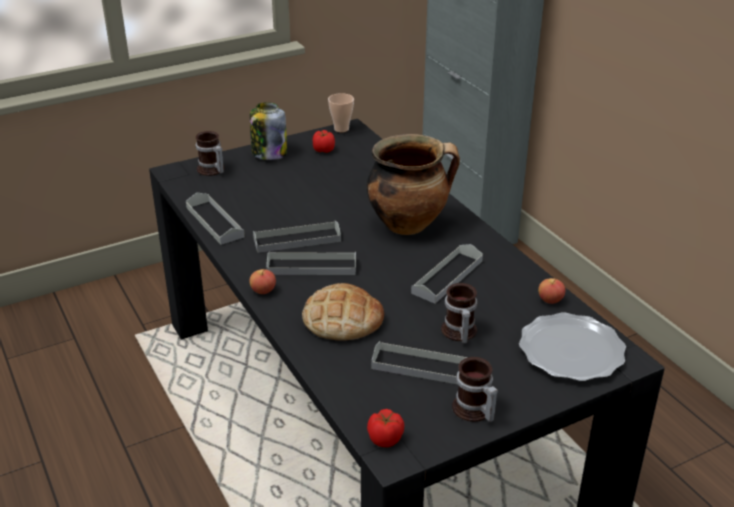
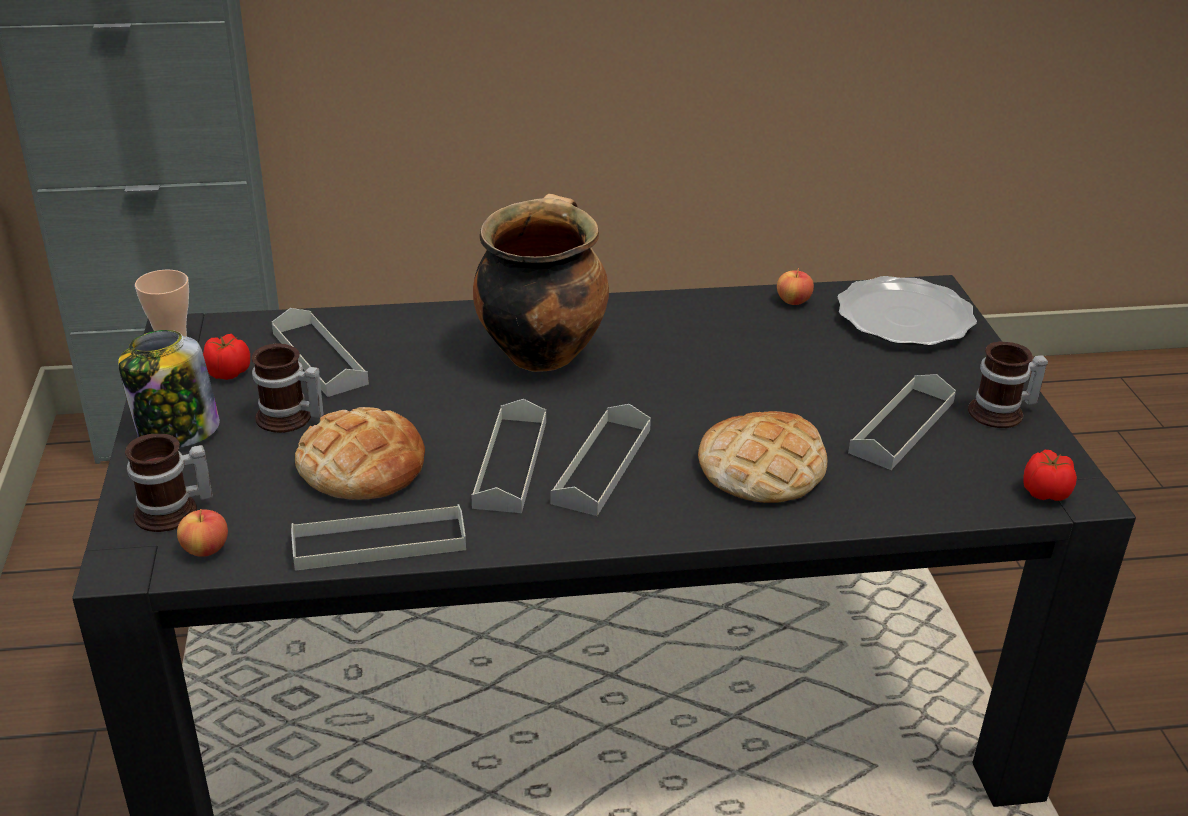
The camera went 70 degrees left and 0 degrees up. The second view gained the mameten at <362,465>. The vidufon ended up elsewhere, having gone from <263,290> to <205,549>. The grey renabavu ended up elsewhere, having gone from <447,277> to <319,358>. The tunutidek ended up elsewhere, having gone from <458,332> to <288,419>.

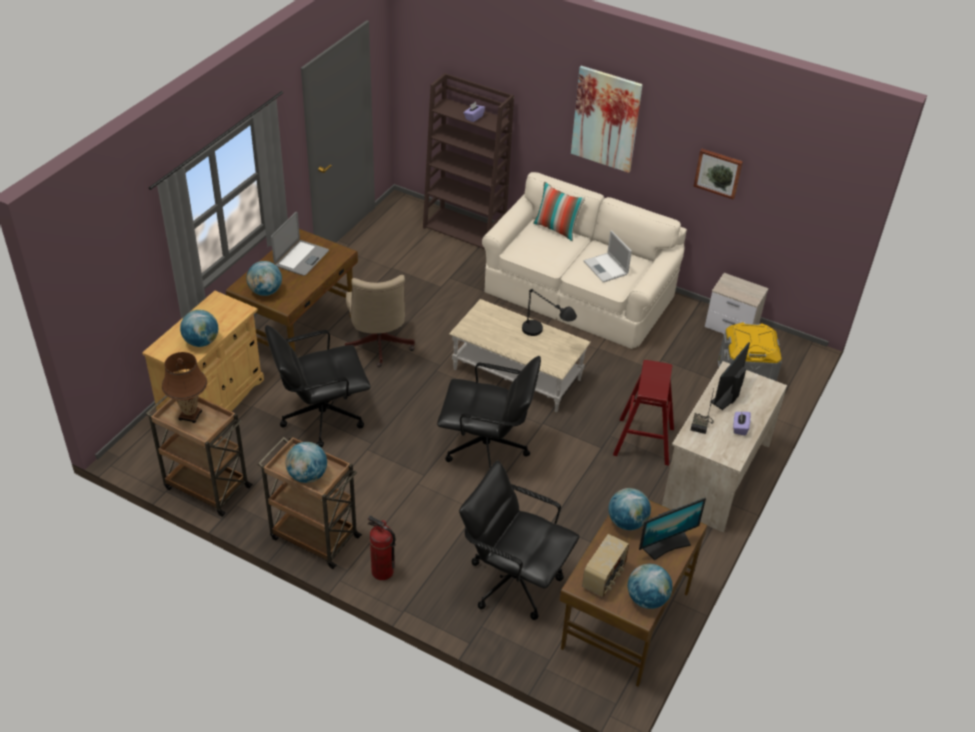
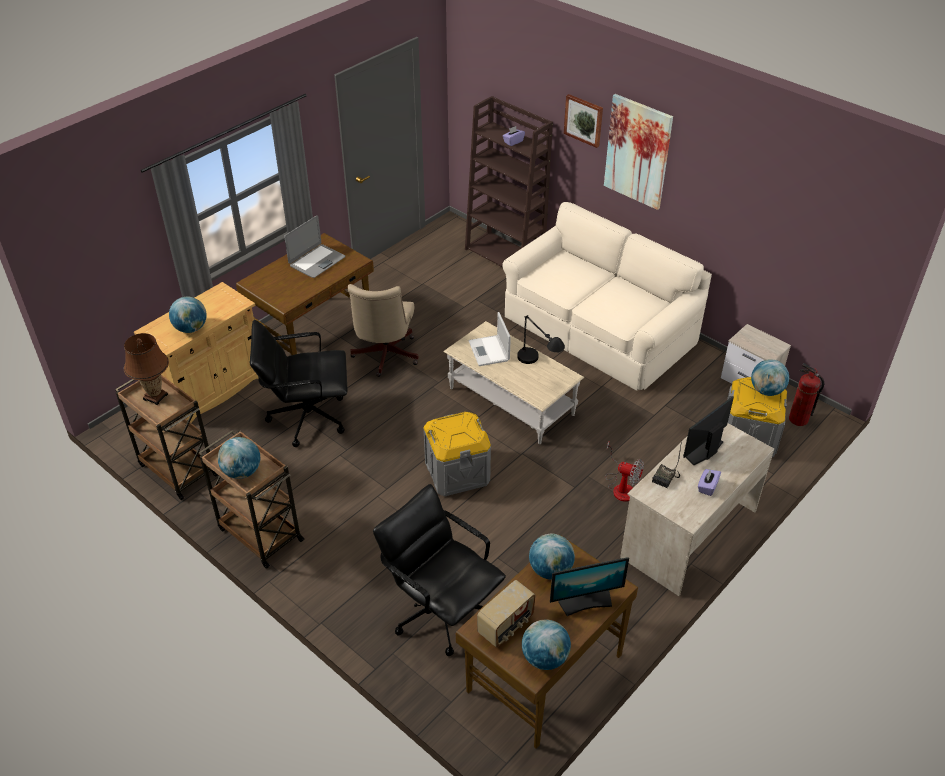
The camera went 15 degrees right and 0 degrees up. The second view lost the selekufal at <556,229>. The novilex ended up elsewhere, having gone from <265,291> to <766,391>. The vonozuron ended up elsewhere, having gone from <382,571> to <798,419>. The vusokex ended up elsewhere, having gone from <606,268> to <489,351>. The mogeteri ended up elsewhere, having gone from <718,173> to <584,120>. Where the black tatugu stood at <487,450>, the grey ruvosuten came to stand at <457,472>. Where the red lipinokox stood at <643,441>, the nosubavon came to stand at <621,486>.

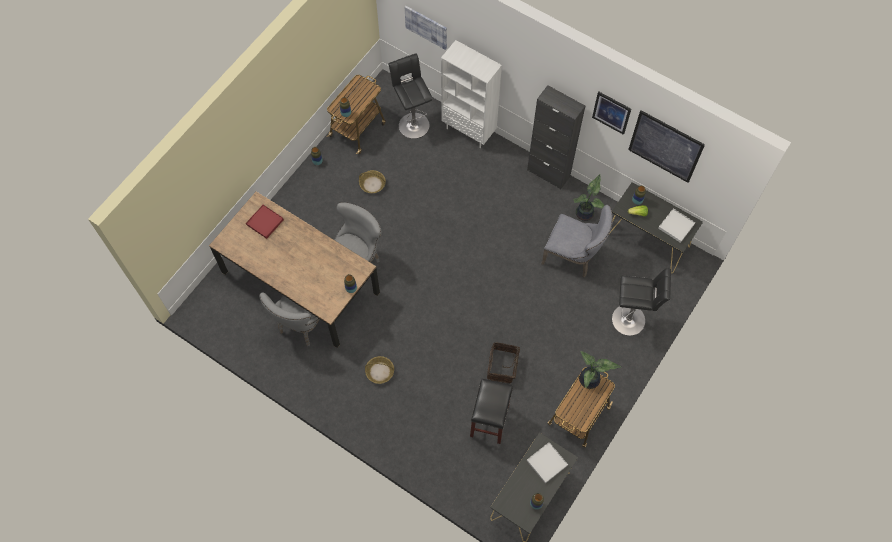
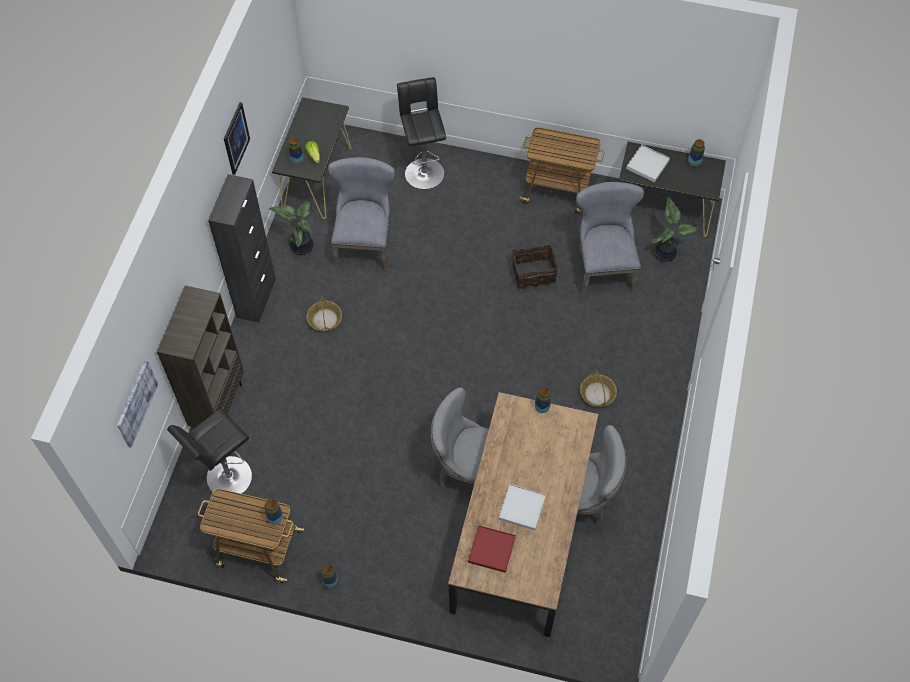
The camera went 110 degrees left and 5 degrees down. The second view lost the mogeteri at <665,146>. The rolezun ended up elsewhere, having gone from <372,184> to <324,319>. The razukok ended up elsewhere, having gone from <590,380> to <665,252>. The white renabavu ended up elsewhere, having gone from <676,226> to <522,508>. Where the black lipinokox stood at <489,421>, the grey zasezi came to stand at <602,267>. What was the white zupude at <469,131> turned into the brown zupude at <218,405>.

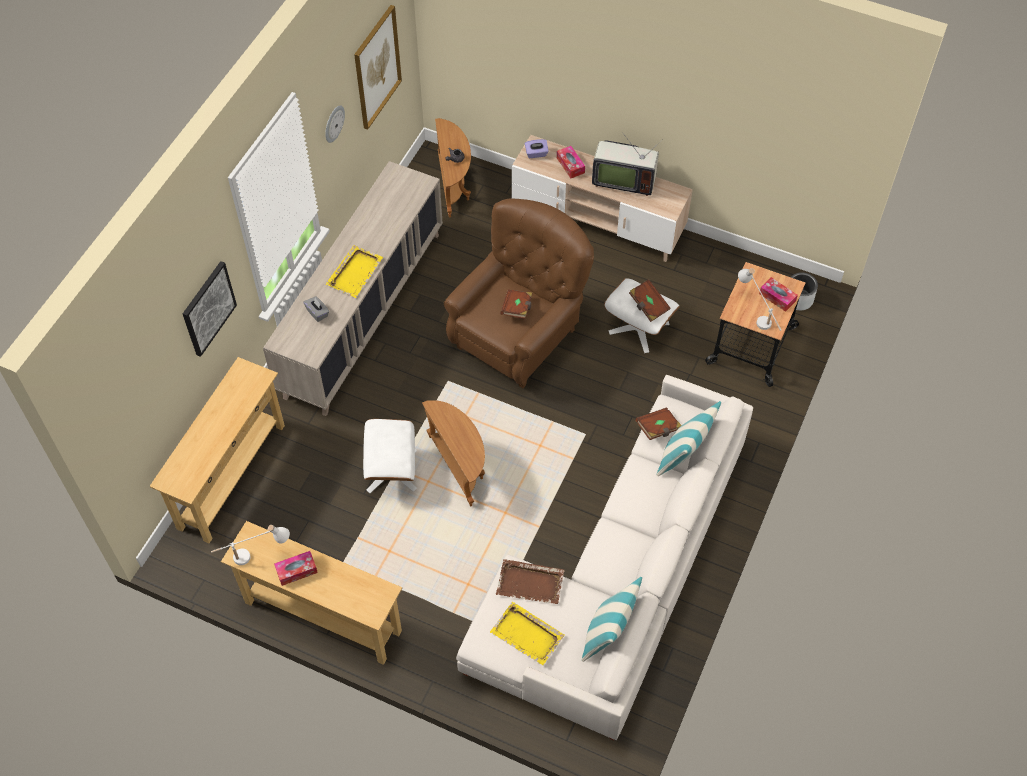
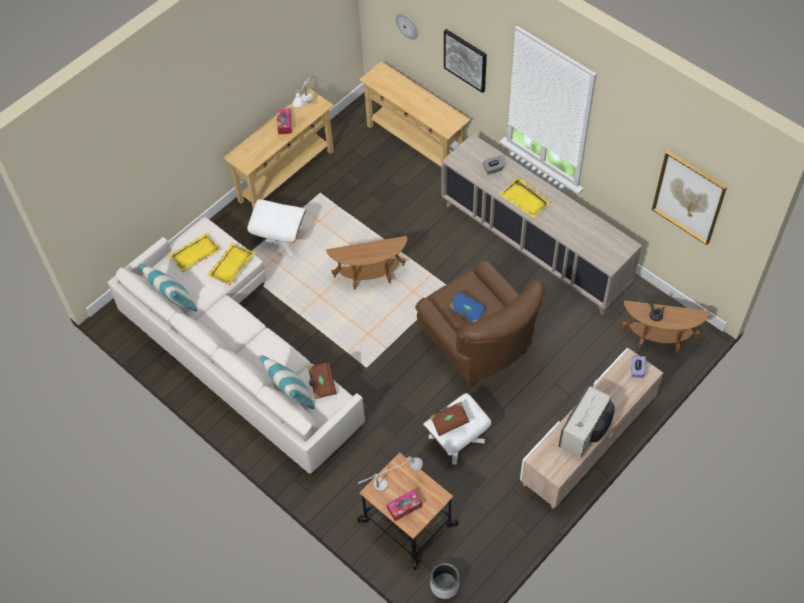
The camera went 110 degrees right and 0 degrees up. The second view lost the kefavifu at <570,165>. The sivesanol ended up elsewhere, having gone from <333,123> to <407,26>. The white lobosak ended up elsewhere, having gone from <391,470> to <280,237>. What was the brown renabavu at <530,583> turned into the yellow renabavu at <231,265>. What was the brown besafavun at <517,309> turned into the blue besafavun at <467,312>.

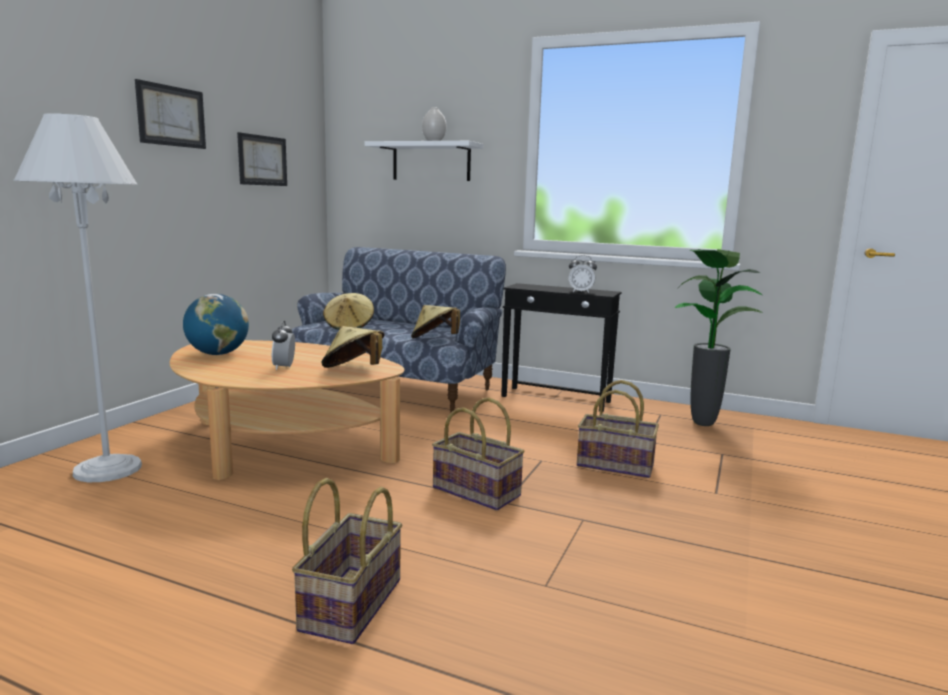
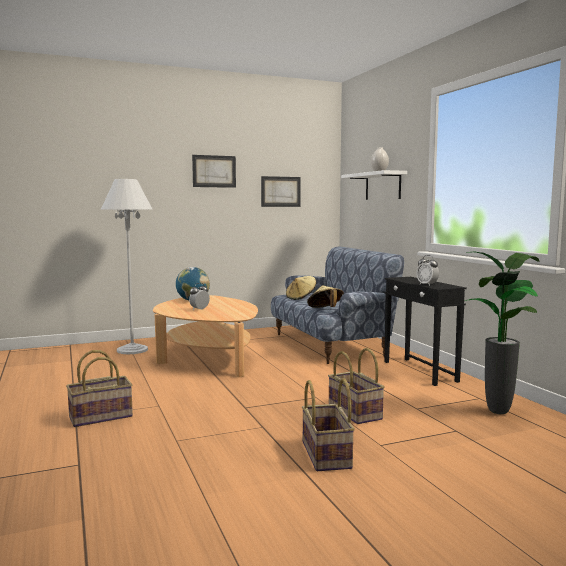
The camera went 45 degrees right and 5 degrees down. The second view lost the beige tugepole at <353,370>. The rolezun ended up elsewhere, having gone from <477,491> to <327,455>.

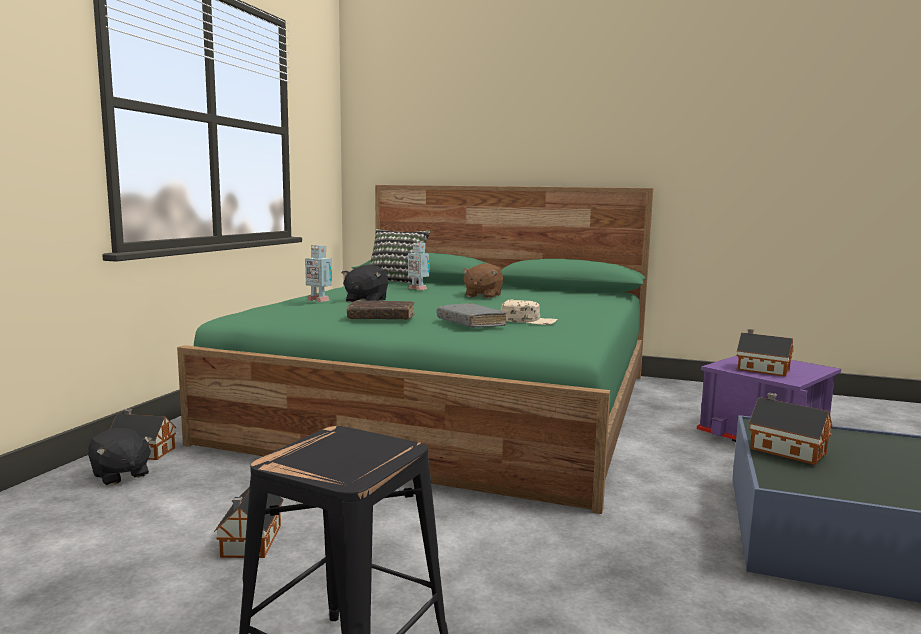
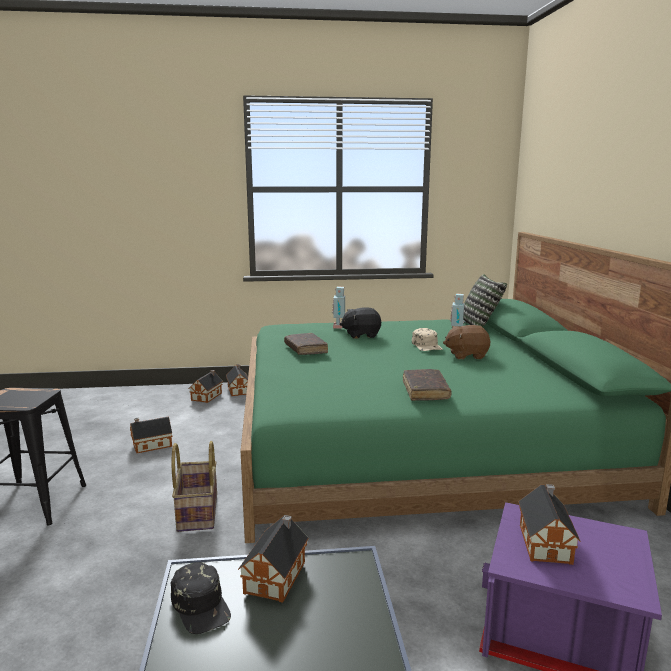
The camera went 65 degrees right and 5 degrees up. The second view lost the grey besafavun at <470,323>. The second view gained the rolezun at <196,512>. The second view gained the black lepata at <201,605>. The second view gained the brown besafavun at <425,391>. The beige lepata ended up elsewhere, having gone from <528,321> to <427,345>. Where the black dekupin stood at <120,475>, the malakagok came to stand at <207,396>.

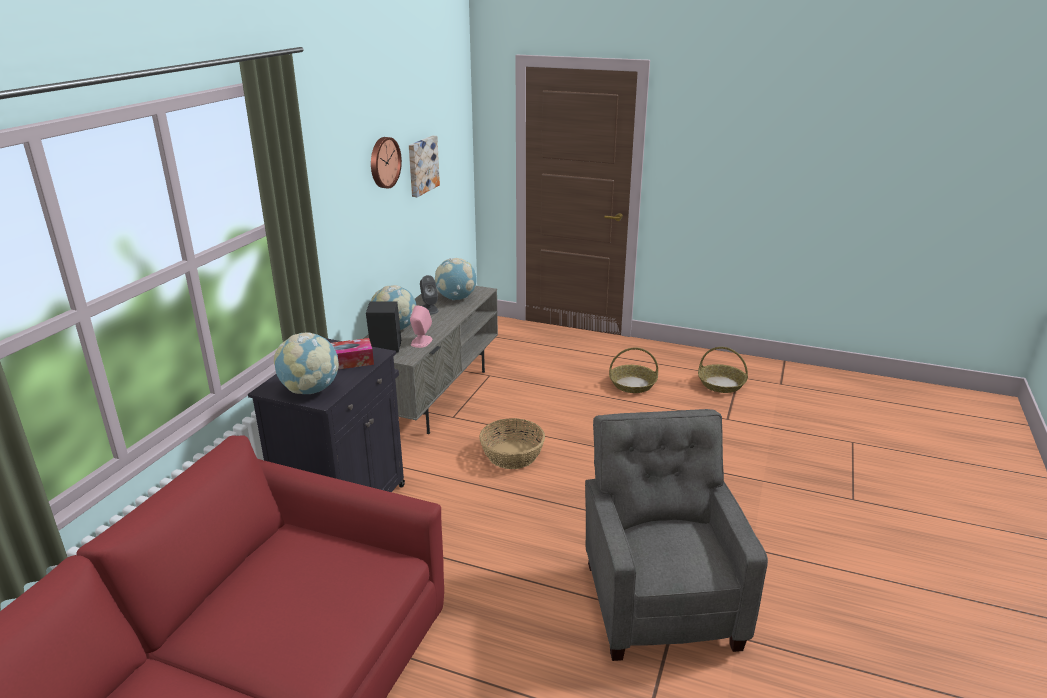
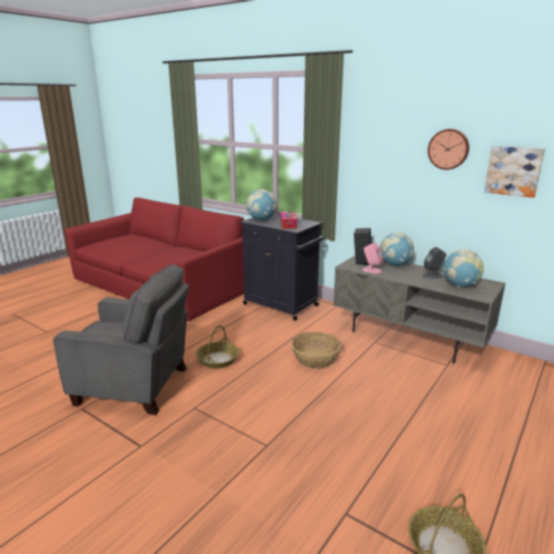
The camera went 105 degrees right and 5 degrees down. The rolezun ended up elsewhere, having gone from <632,384> to <218,360>.

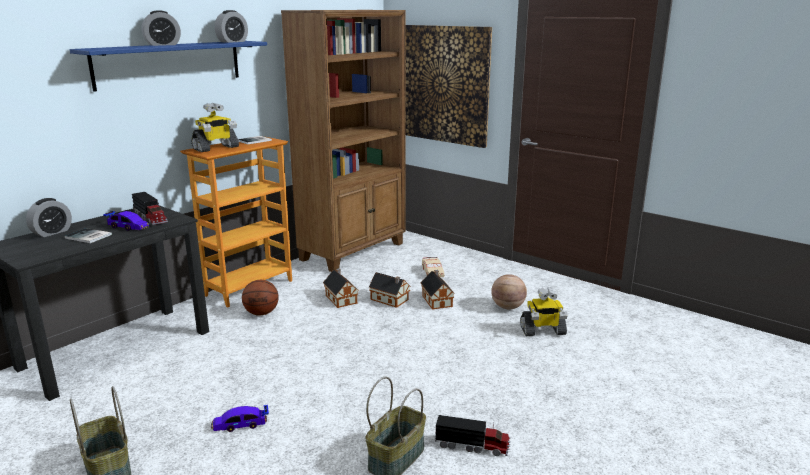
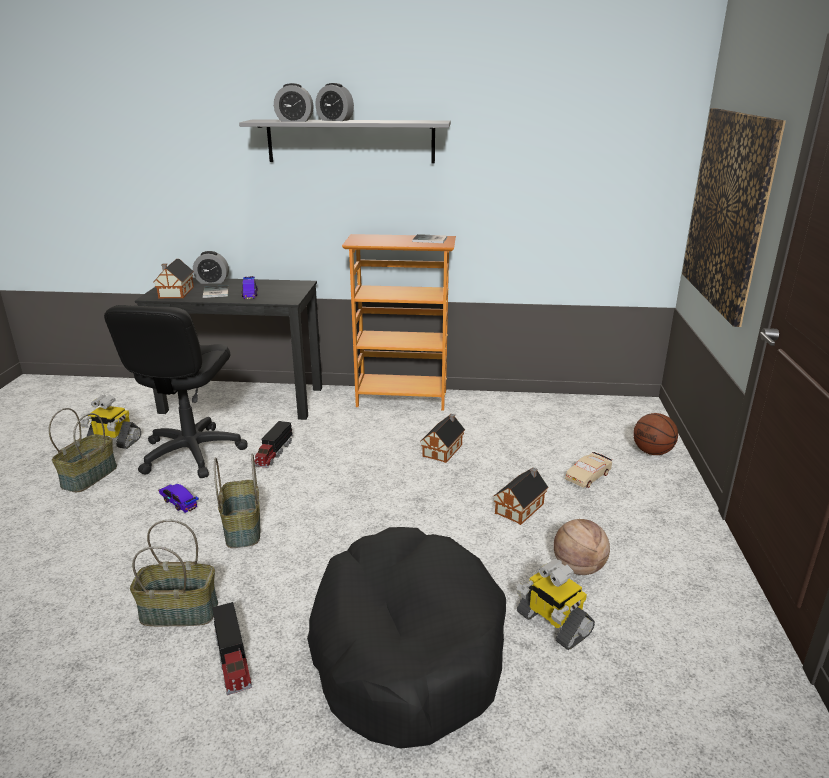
The camera went 55 degrees right and 5 degrees up. The second view lost the brown zupude at <354,251>. The second view gained the black tatugu at <191,453>. The second view gained the rolezun at <242,528>. The second view gained the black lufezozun at <406,649>. The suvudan ended up elsewhere, having gone from <150,218> to <273,453>. The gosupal ended up elsewhere, having gone from <216,148> to <113,441>. The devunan ended up elsewhere, having gone from <232,42> to <294,121>. The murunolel ended up elsewhere, having gone from <262,313> to <652,452>. The malakagok ended up elsewhere, having gone from <390,300> to <175,293>. What was the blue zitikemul at <169,64> turned into the grey zitikemul at <350,141>.

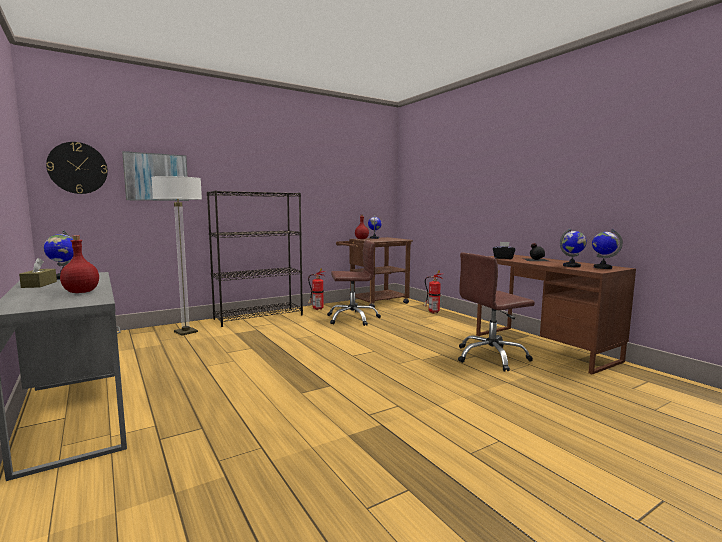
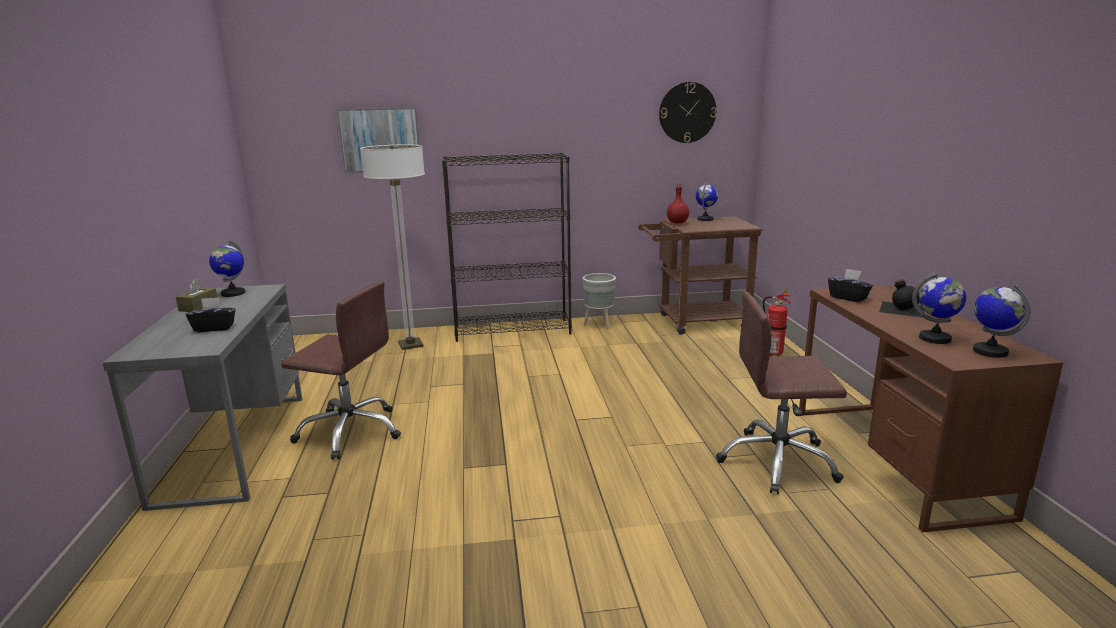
The camera went 25 degrees right and 10 degrees up. The sivesanol ended up elsewhere, having gone from <78,168> to <687,112>. The brown tatugu ended up elsewhere, having gone from <352,318> to <350,431>. Where the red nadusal stood at <81,292>, the black kefavifu came to stand at <214,328>. Where the vonozuron stood at <316,309>, the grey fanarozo came to stand at <599,325>.

